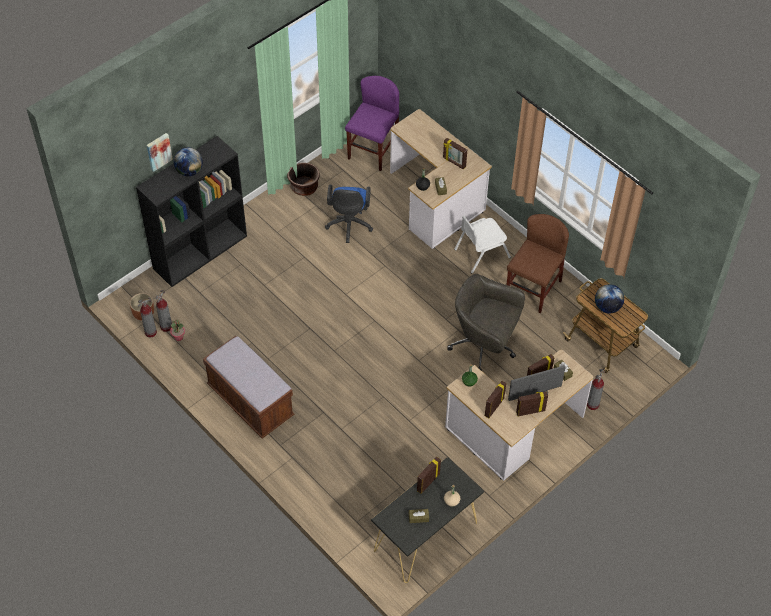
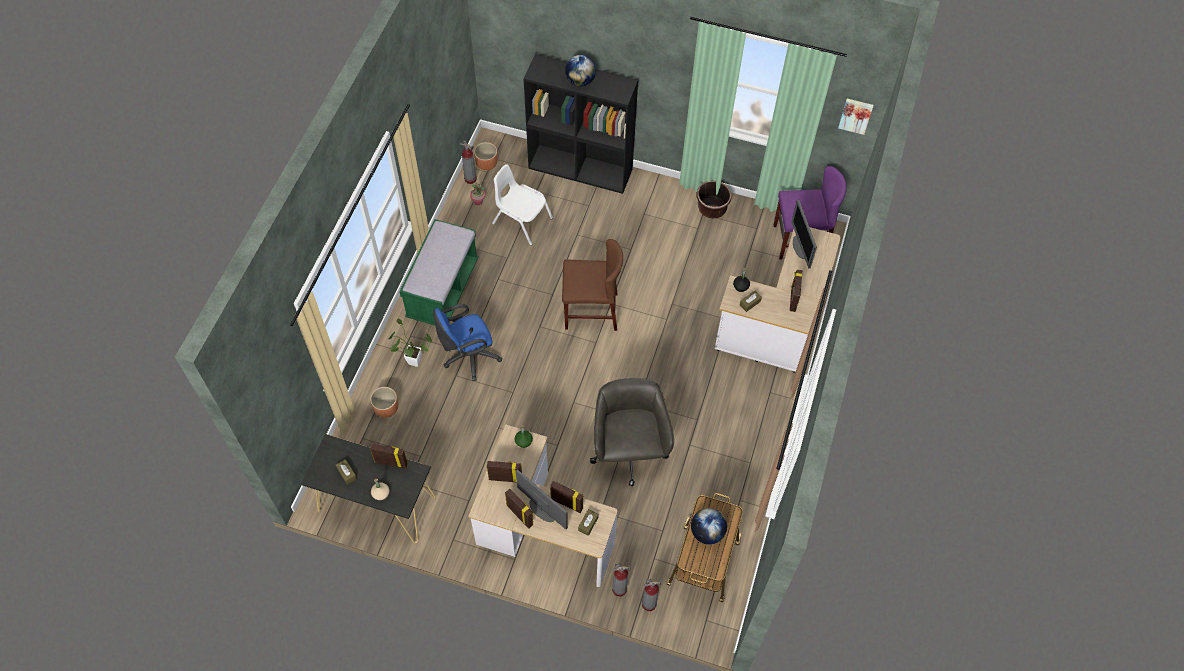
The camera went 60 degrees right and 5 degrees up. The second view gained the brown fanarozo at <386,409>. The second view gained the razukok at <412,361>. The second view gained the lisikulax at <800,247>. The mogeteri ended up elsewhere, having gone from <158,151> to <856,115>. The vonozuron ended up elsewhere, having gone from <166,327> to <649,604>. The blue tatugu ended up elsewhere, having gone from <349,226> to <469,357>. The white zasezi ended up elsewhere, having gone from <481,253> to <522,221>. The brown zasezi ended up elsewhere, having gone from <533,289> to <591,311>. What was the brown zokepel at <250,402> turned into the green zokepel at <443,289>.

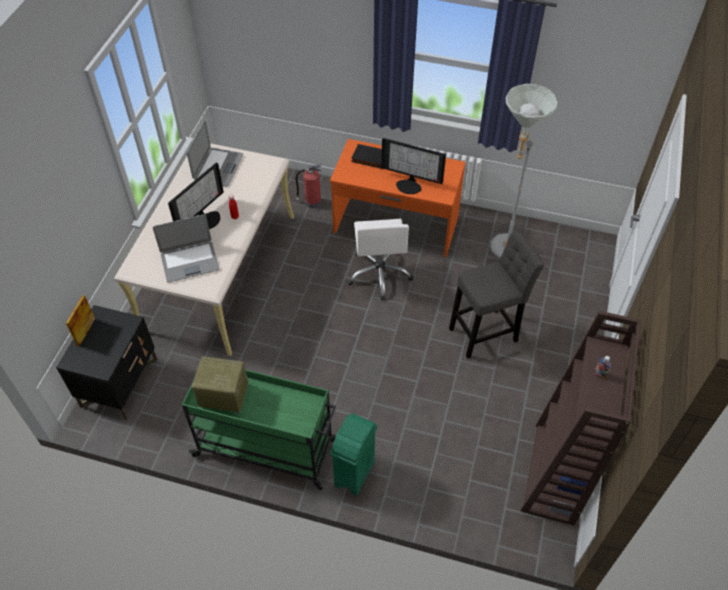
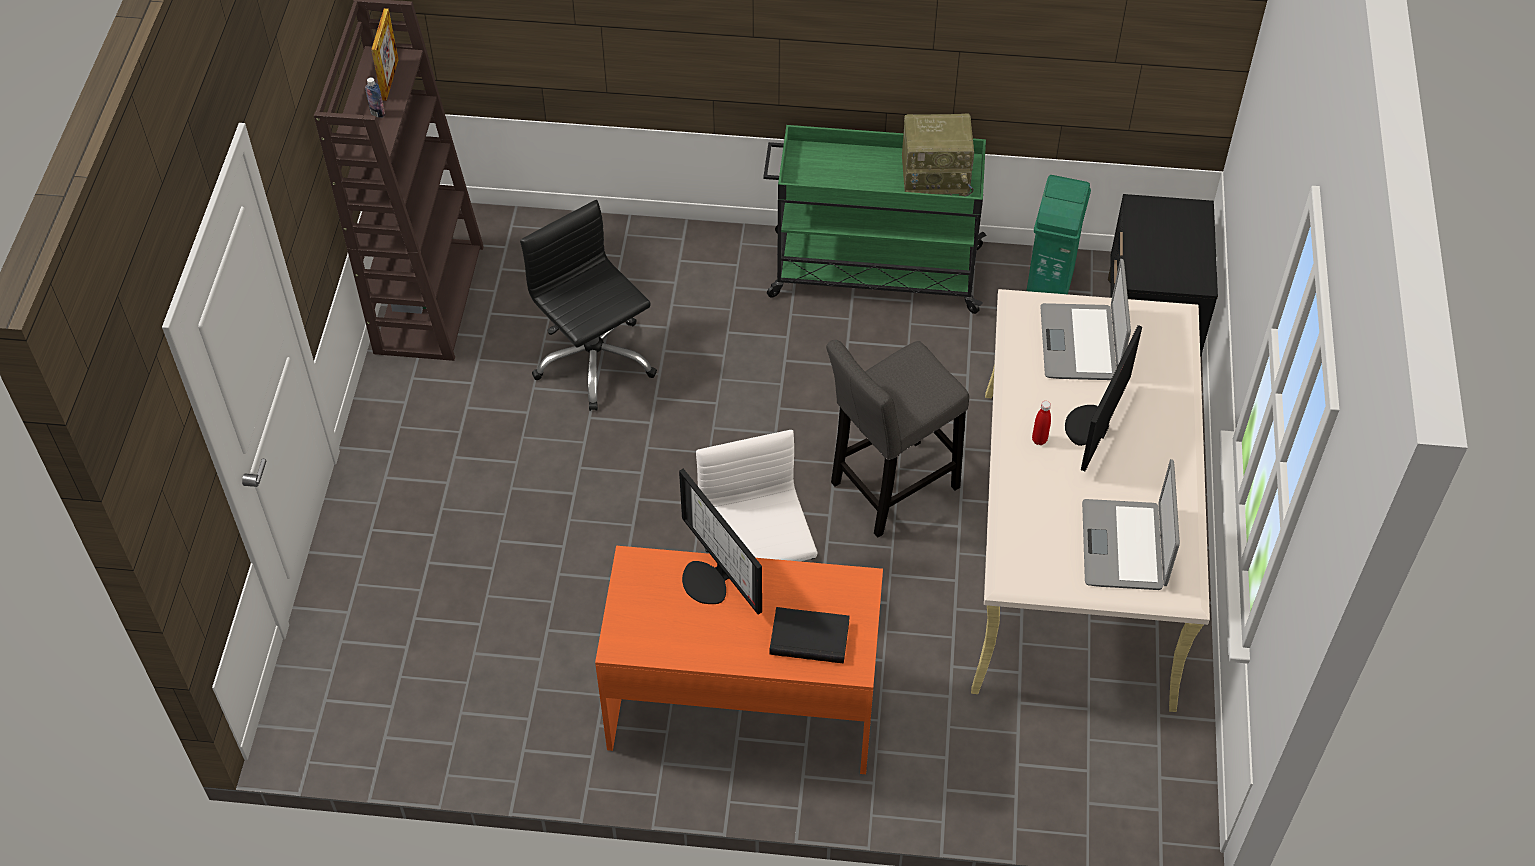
The camera went 170 degrees right and 0 degrees up. The second view lost the vonozuron at <312,202>. The second view lost the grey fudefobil at <502,251>. The second view gained the black tatugu at <594,361>. The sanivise ended up elsewhere, having gone from <86,332> to <390,79>. The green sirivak ended up elsewhere, having gone from <354,474> to <1049,288>. The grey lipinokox ended up elsewhere, having gone from <486,333> to <889,489>. The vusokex at <190,261> ended up facing another way, 60 degrees counterclockwise from before. The lisikulax at <410,185> ended up facing another way, 135 degrees counterclockwise from before.

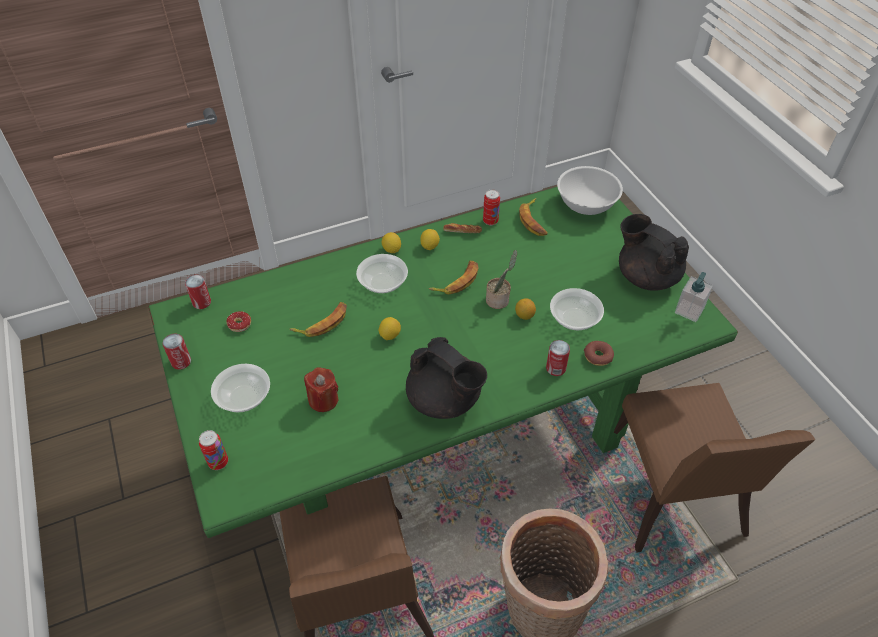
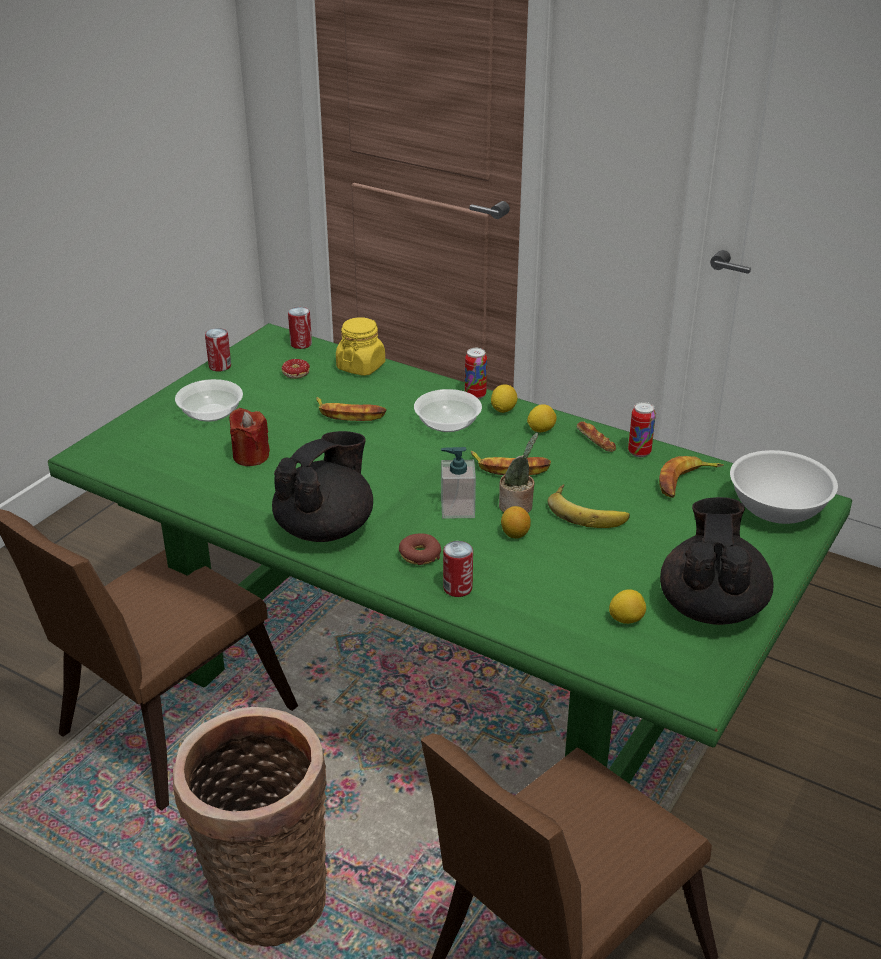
The camera went 55 degrees right and 15 degrees down. The second view lost the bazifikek at <574,318>. The second view gained the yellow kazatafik at <361,366>. The second view gained the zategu at <588,511>. The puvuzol ended up elsewhere, having gone from <218,462> to <475,395>. The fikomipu ended up elsewhere, having gone from <390,335> to <626,619>. The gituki ended up elsewhere, having gone from <598,356> to <419,555>. The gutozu ended up elsewhere, having gone from <689,310> to <457,509>. The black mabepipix at <445,400> ended up facing another way, 150 degrees counterclockwise from before.

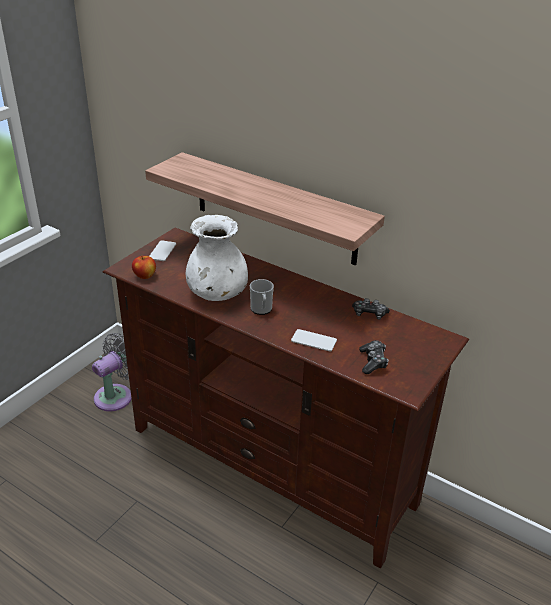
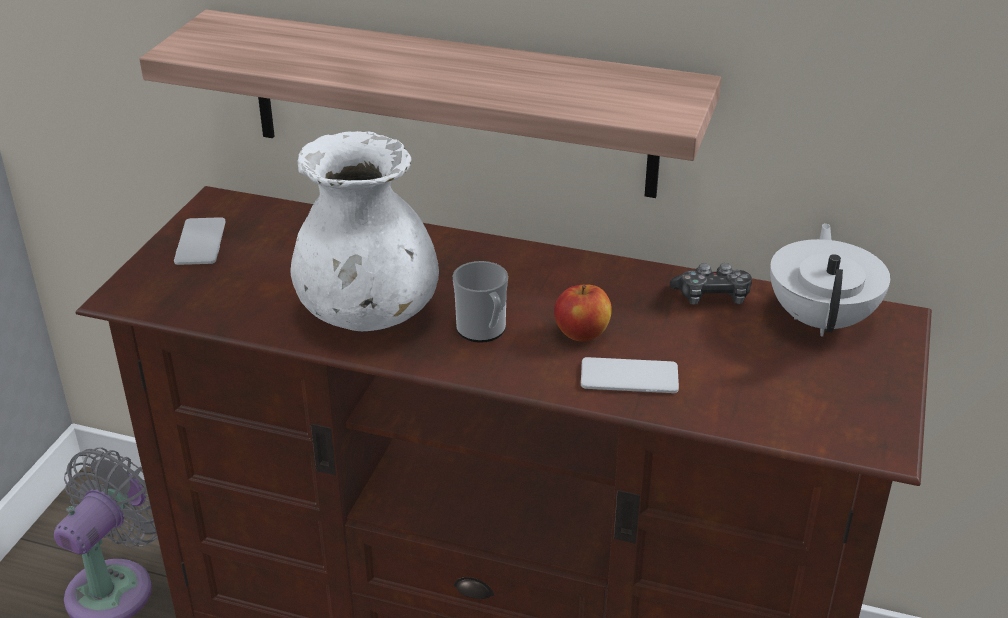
The camera went 15 degrees left and 0 degrees up. The second view lost the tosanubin at <373,362>. The second view gained the white mabepipix at <822,319>. The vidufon ended up elsewhere, having gone from <145,276> to <582,334>.

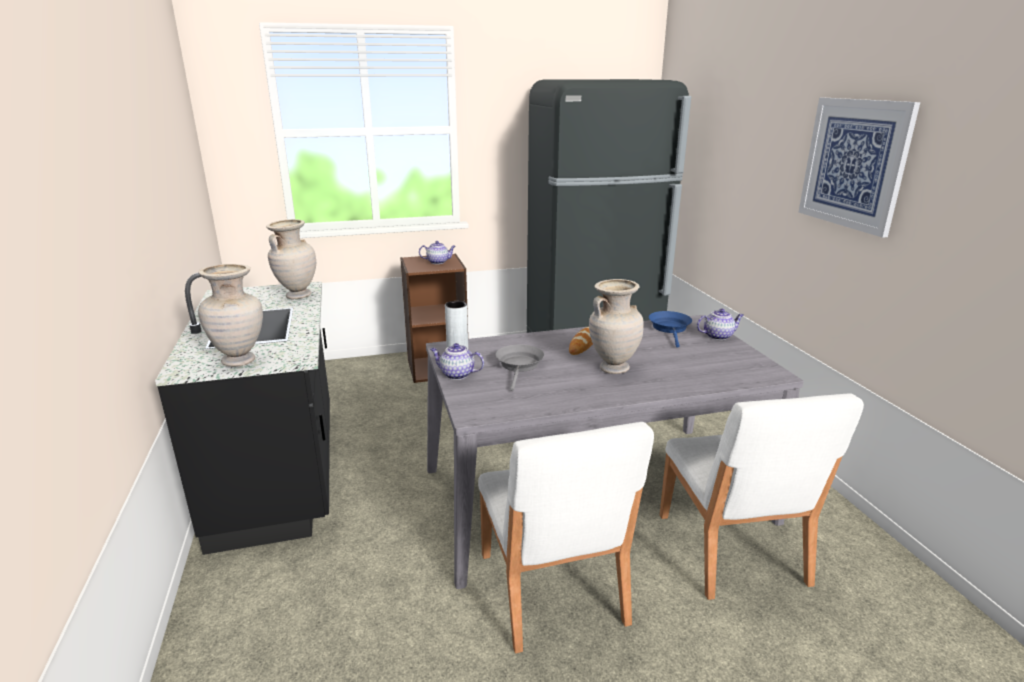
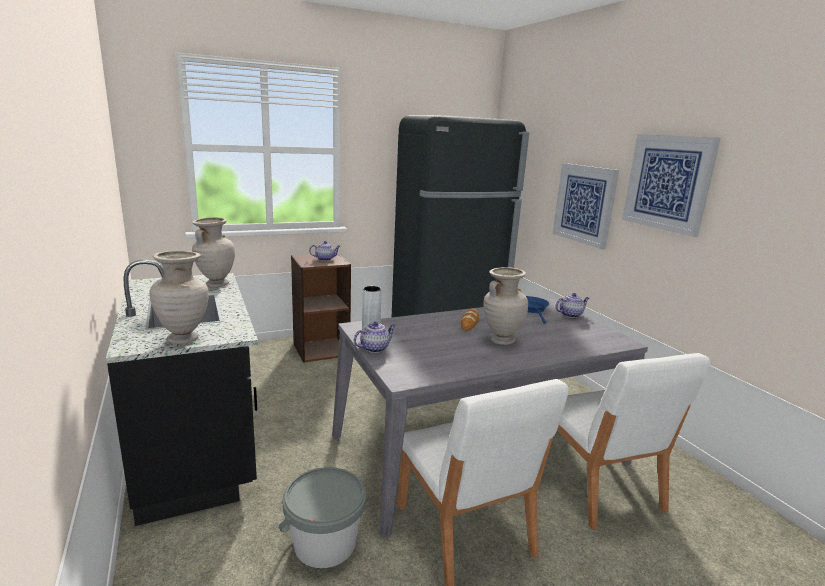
The camera went 10 degrees left and 5 degrees down. The second view lost the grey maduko at <519,366>. The second view gained the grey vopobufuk at <325,543>. The second view gained the mogeteri at <584,204>. The mabepipix at <456,374> ended up facing another way, 135 degrees clockwise from before.

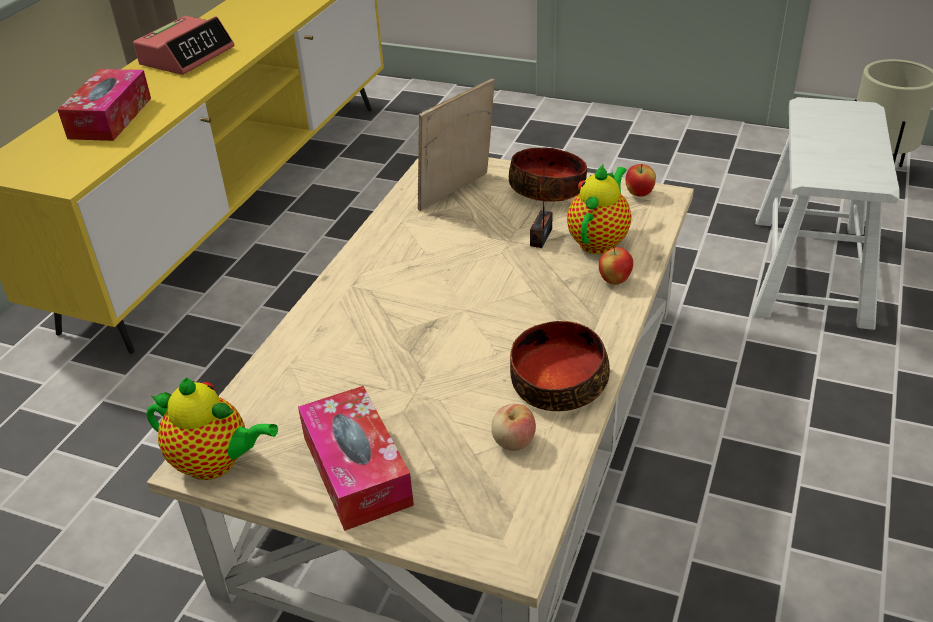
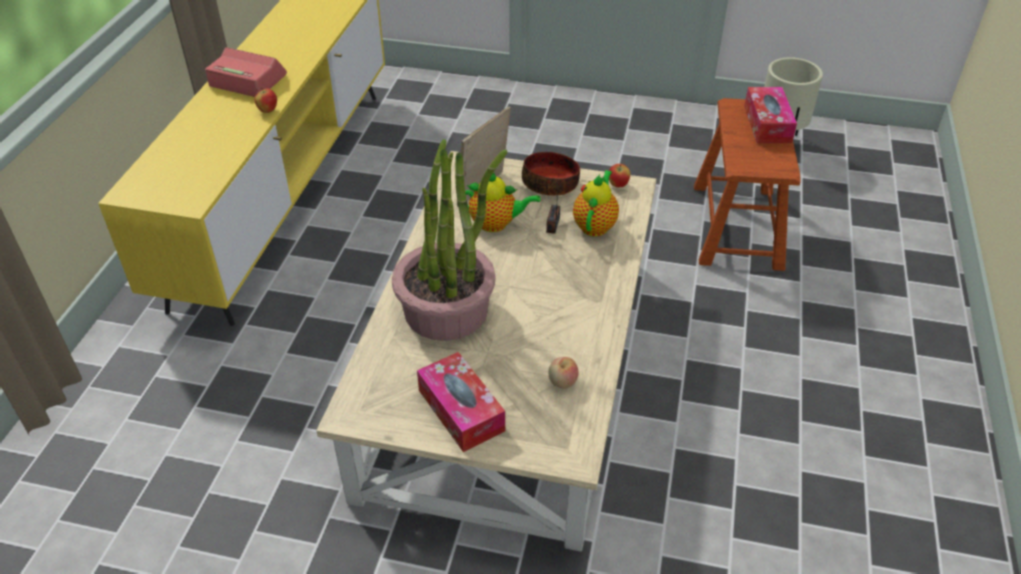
The camera went 10 degrees left and 5 degrees up. The second view lost the bazifikek at <557,382>. The second view gained the razukok at <447,310>. The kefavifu ended up elsewhere, having gone from <110,118> to <767,124>. The mabepipix ended up elsewhere, having gone from <216,463> to <496,224>. The vidufon ended up elsewhere, having gone from <614,281> to <268,111>. What was the white lipinokox at <810,270> turned into the brown lipinokox at <736,226>. The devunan at <187,56> ended up facing another way, 90 degrees counterclockwise from before.

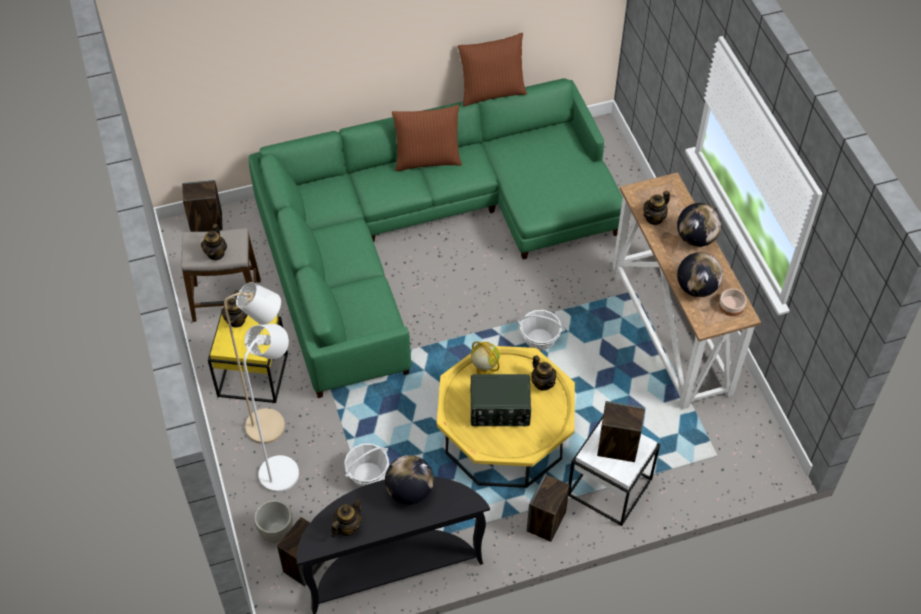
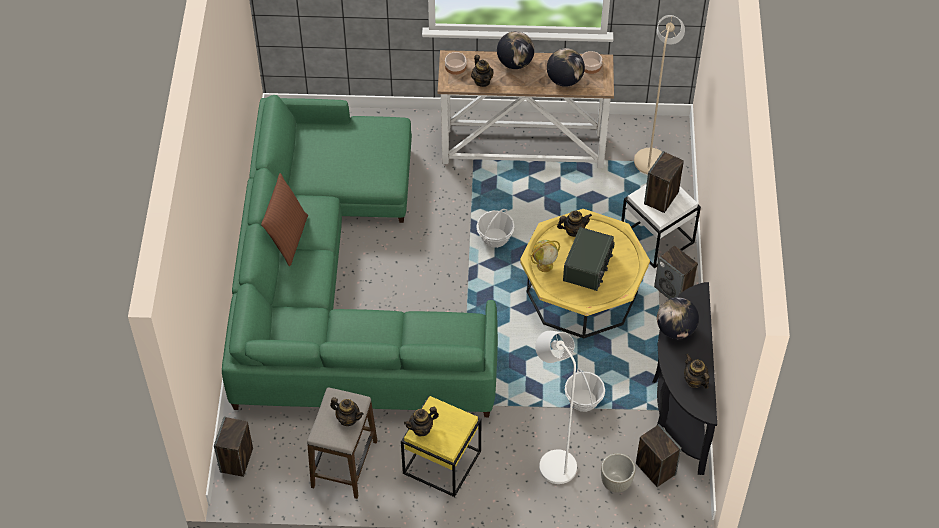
The camera went 70 degrees left and 0 degrees up. The second view lost the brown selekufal at <492,92>. The second view gained the bazifikek at <456,66>. The beige fudefobil ended up elsewhere, having gone from <273,426> to <651,157>. The mabepipix at <236,320> ended up facing another way, 120 degrees clockwise from before.

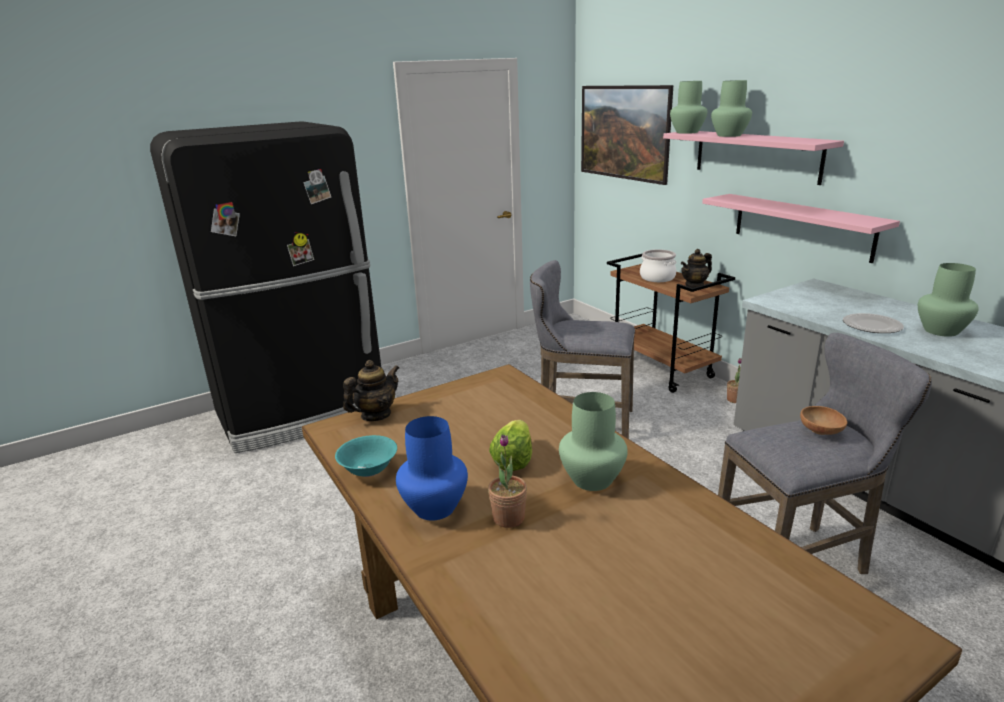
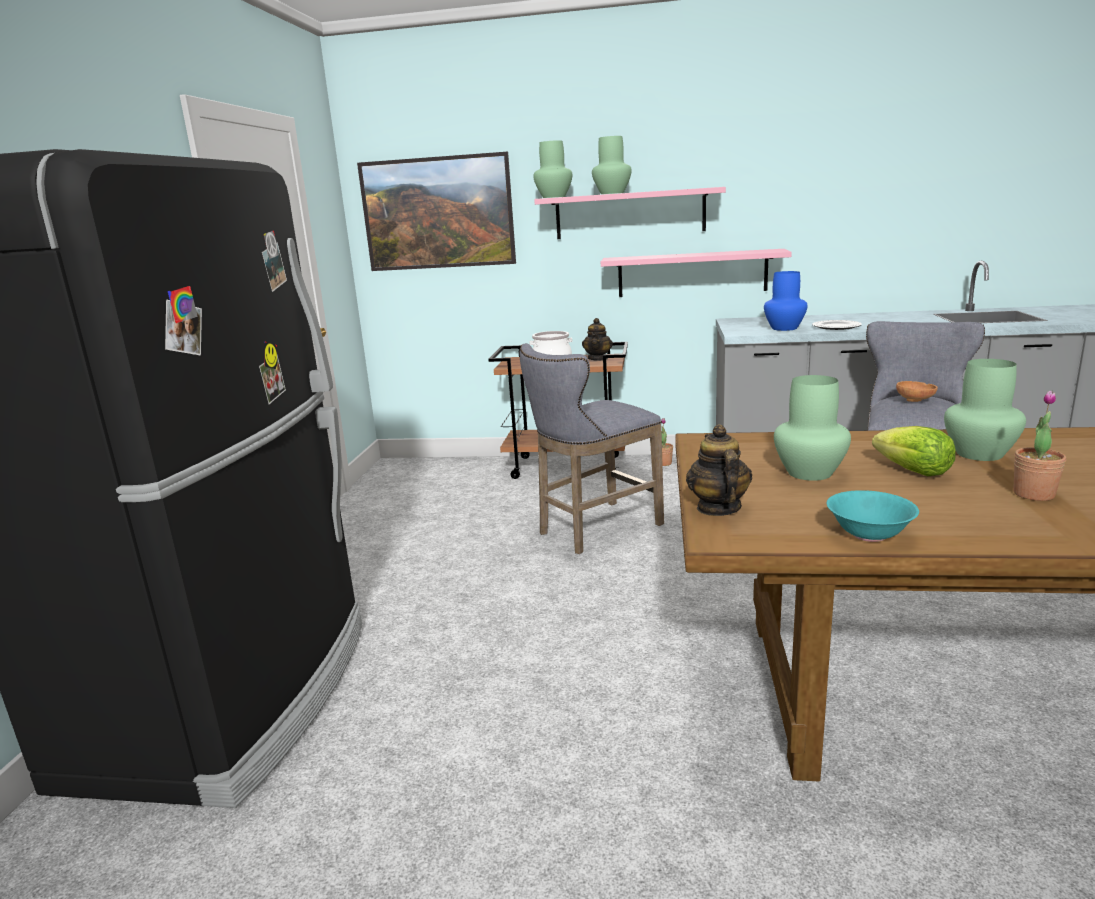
The camera went 50 degrees left and 5 degrees down. The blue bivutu ended up elsewhere, having gone from <435,508> to <785,328>. The green bivutu ended up elsewhere, having gone from <941,331> to <809,472>.

